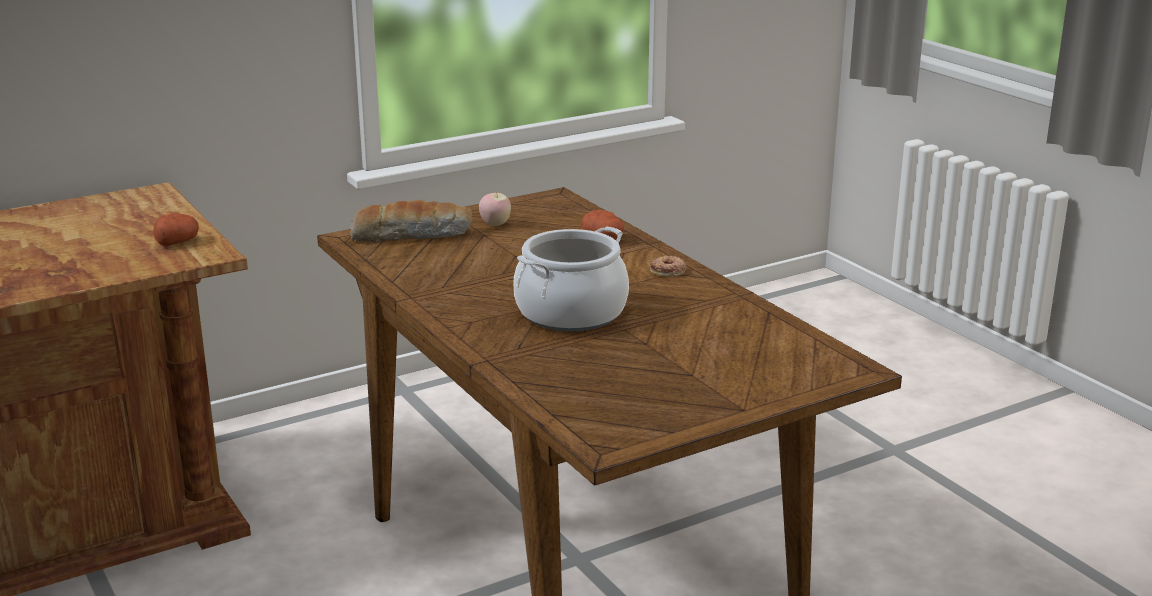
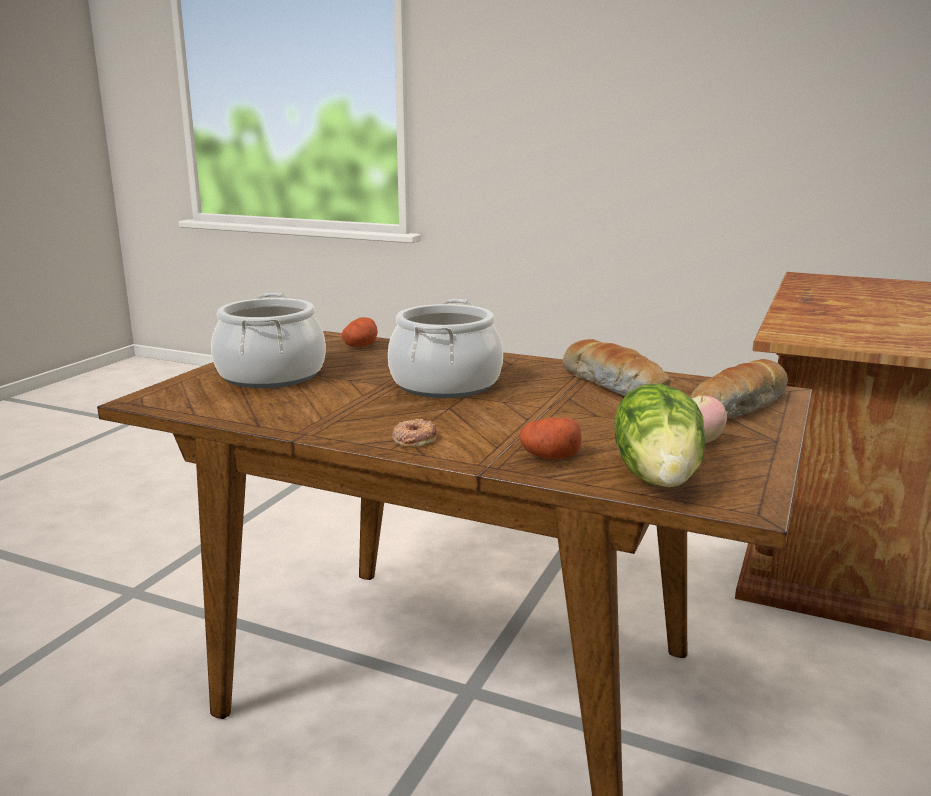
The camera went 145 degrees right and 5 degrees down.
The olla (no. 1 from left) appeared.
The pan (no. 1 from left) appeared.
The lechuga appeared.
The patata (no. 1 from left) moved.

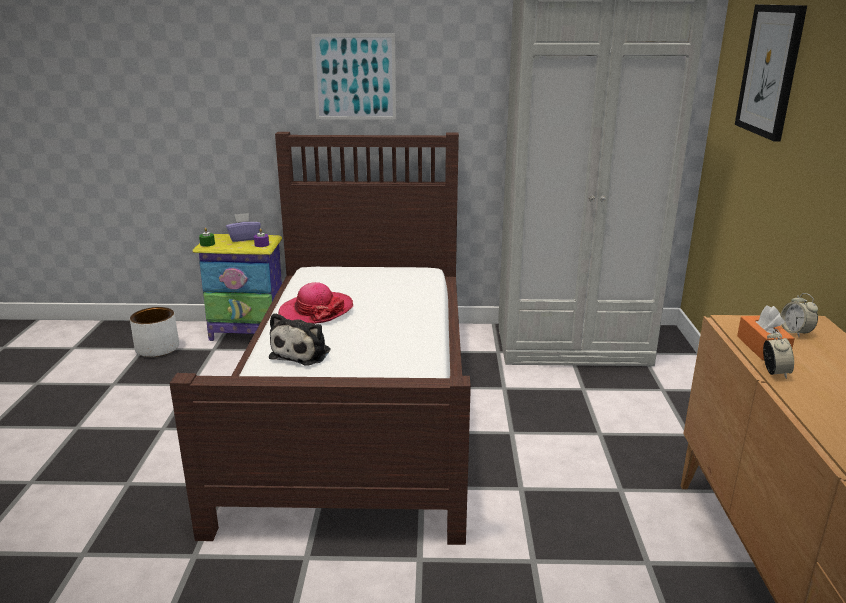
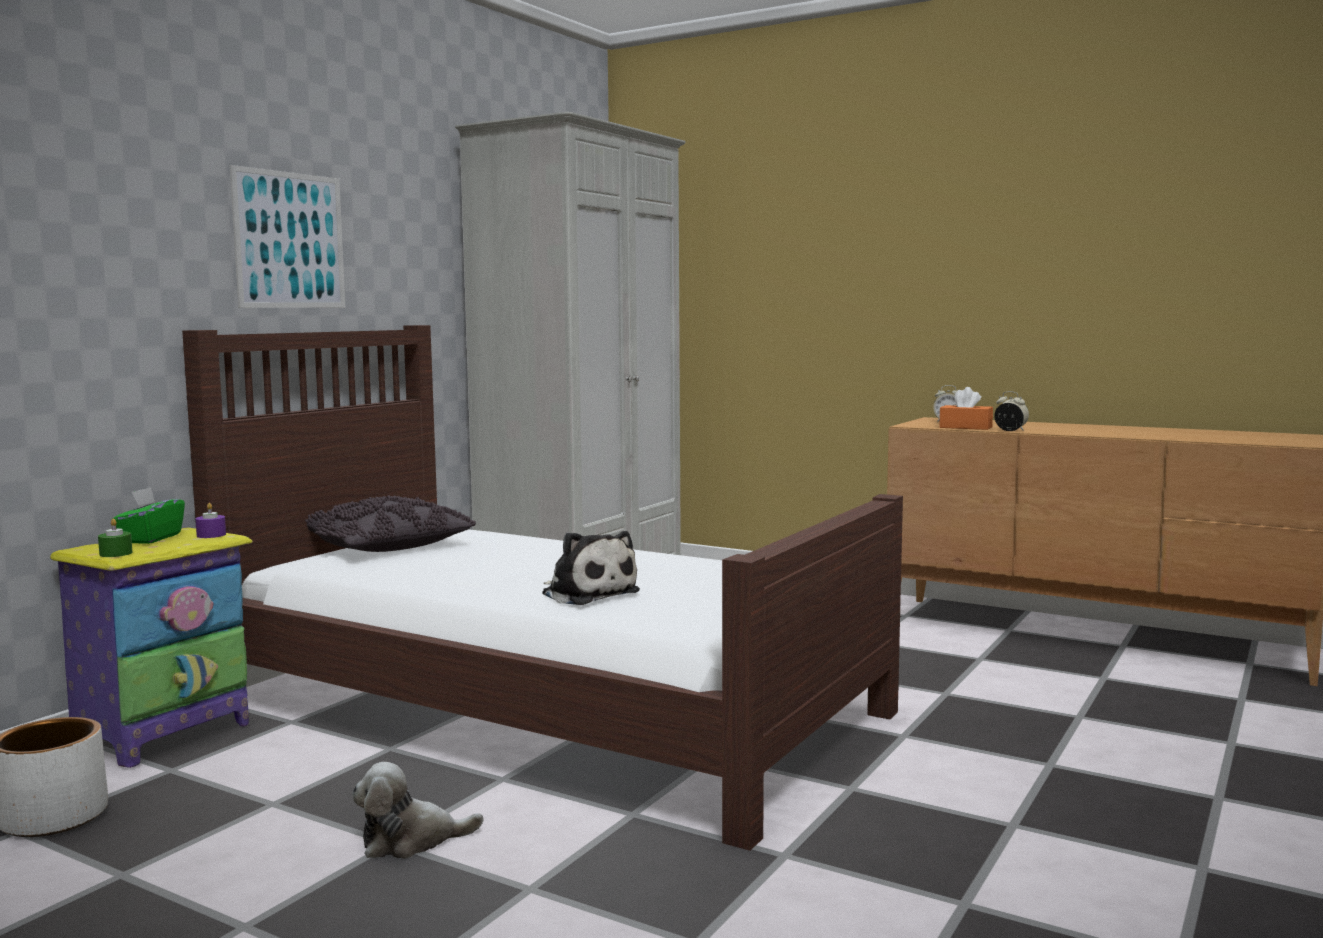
The camera went 60 degrees left and 15 degrees down.
The sombrero disappeared.
The cuadro (no. 2 from left) disappeared.
The cojín/negro appeared.
The peluche (no. 1 from left) appeared.
The caja de pañuelos/morado became the caja de pañuelos/verde.

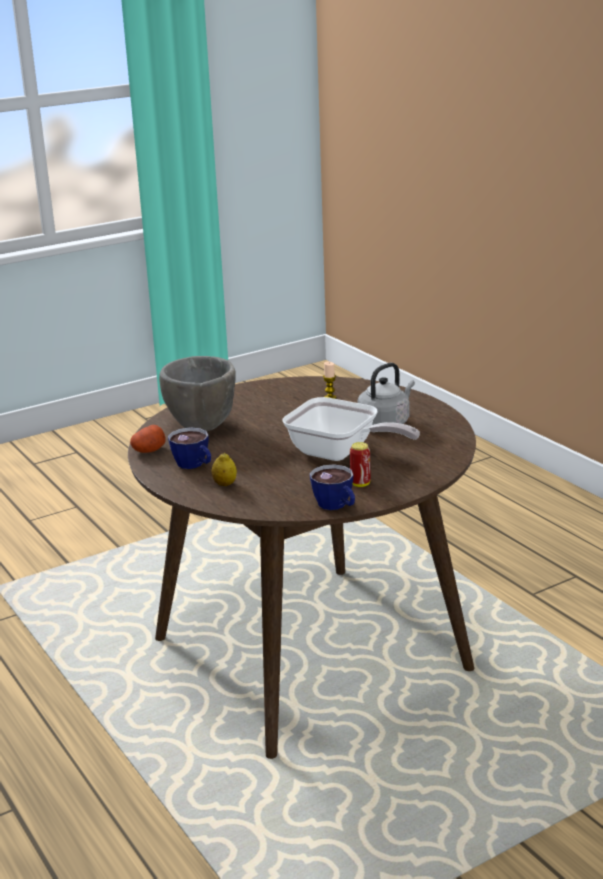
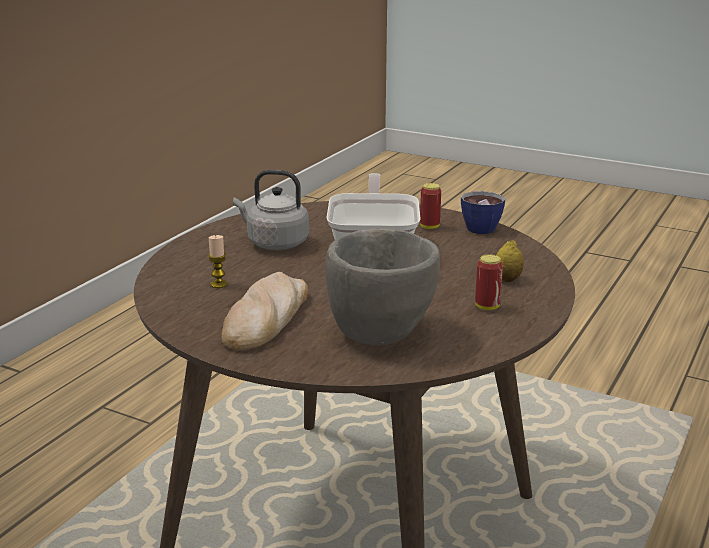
The camera went 120 degrees left and 0 degrees up.
The patata disappeared.
The pan appeared.
The taza (no. 1 from left) was replaced by the lata (no. 2 from left).

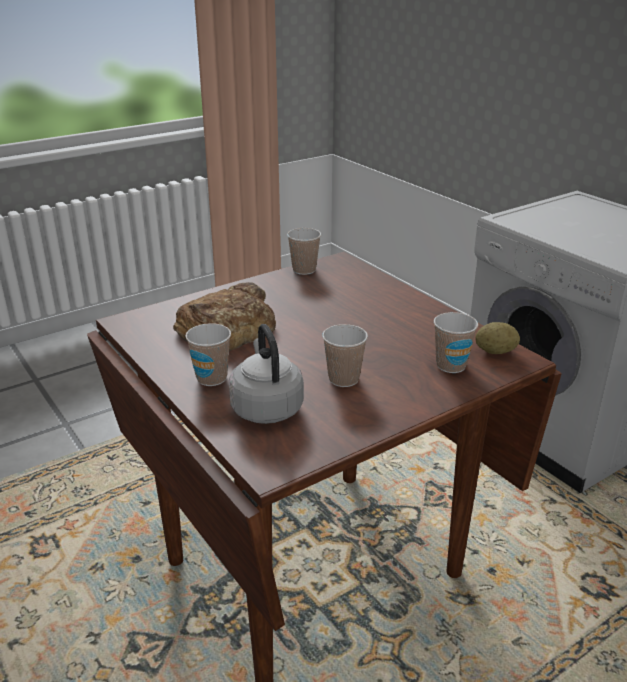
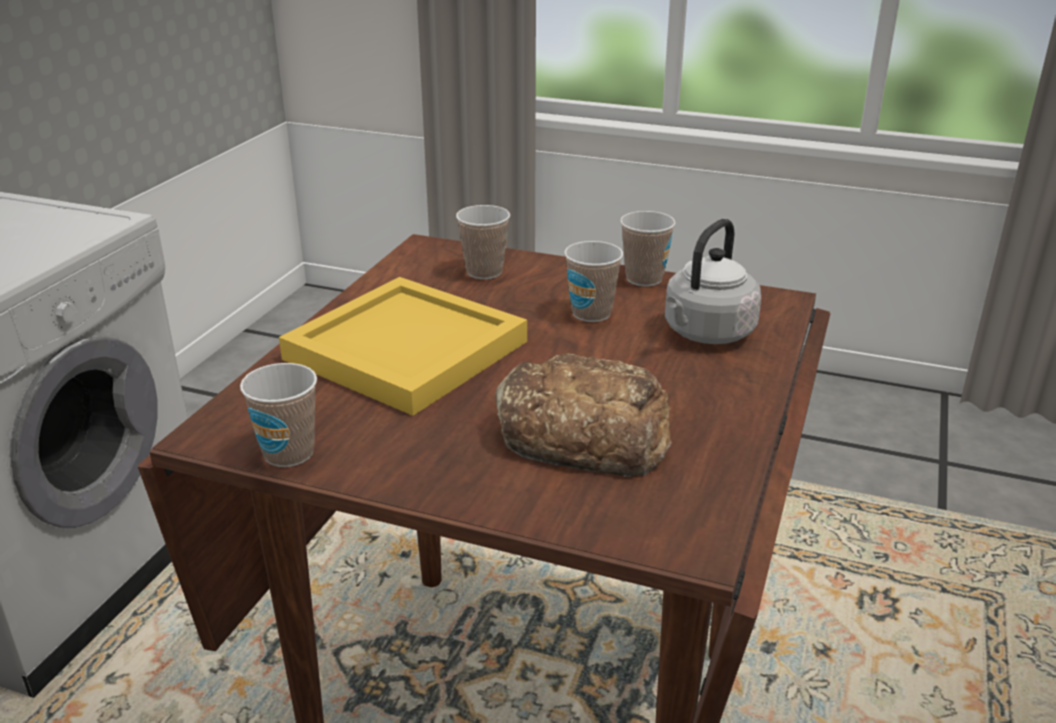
The camera went 125 degrees left and 0 degrees up.
The patata disappeared.
The bandeja/amarillo appeared.
The taza (no. 1 from left in the first image) moved.

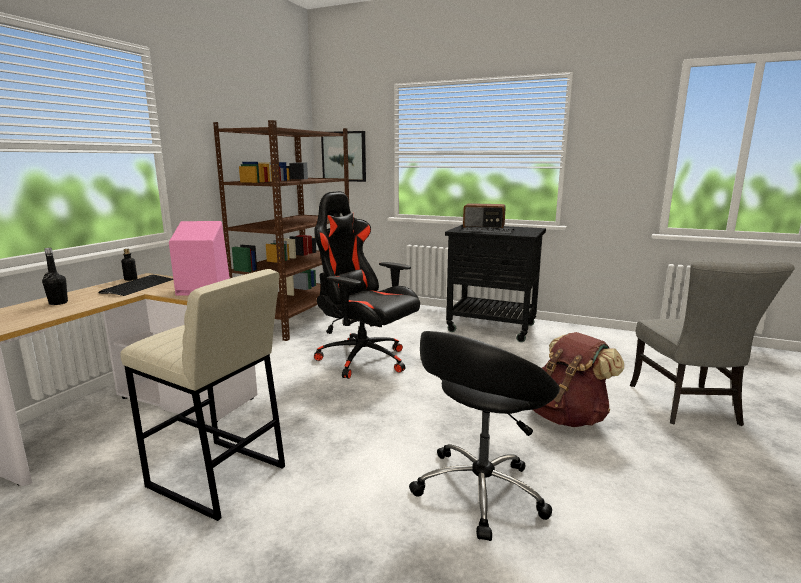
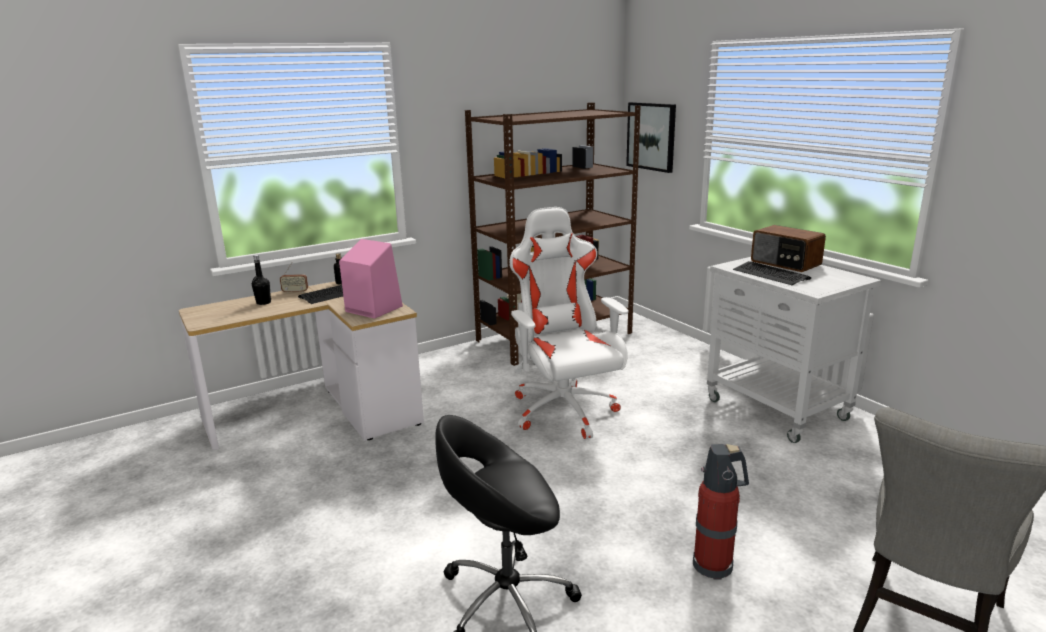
The camera went 35 degrees right and 5 degrees up.
The taburete/beis disappeared.
The radio (no. 1 from left) appeared.
The mochila/marrón was replaced by the extintor.
The silla de oficina/negro (no. 1 from left) became the silla de oficina/blanco.
The carrito/negro became the carrito/blanco.

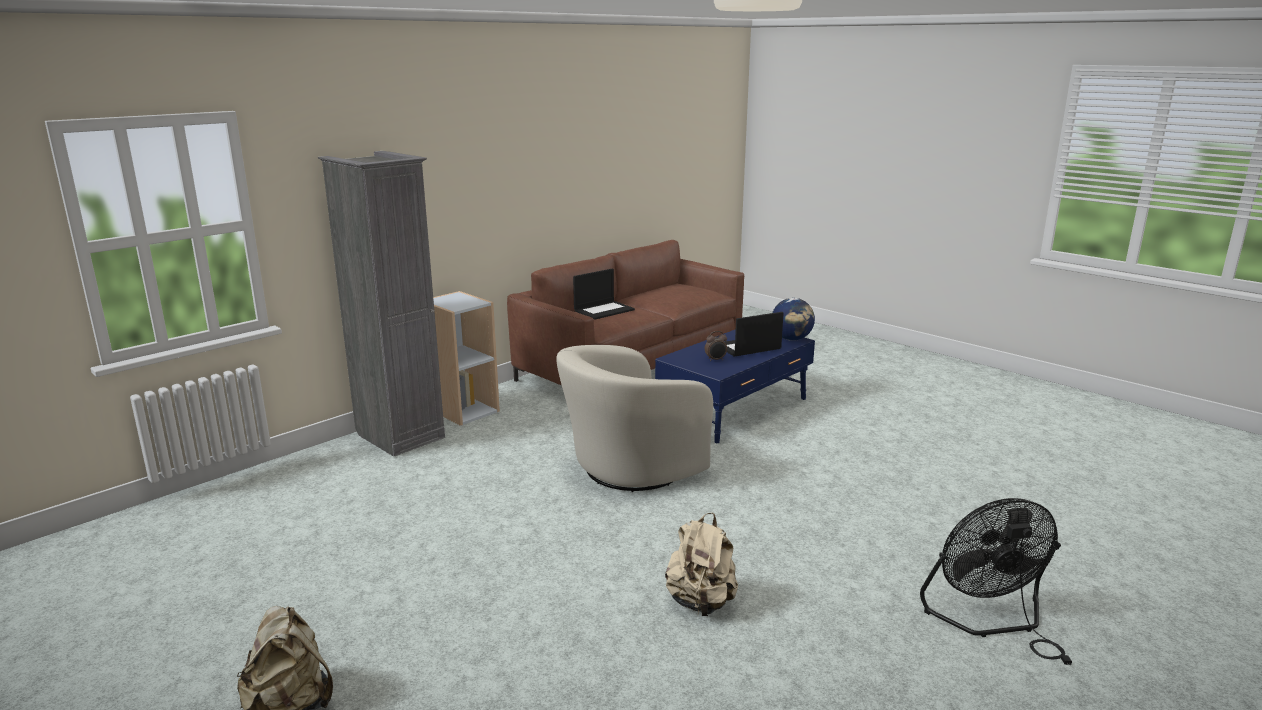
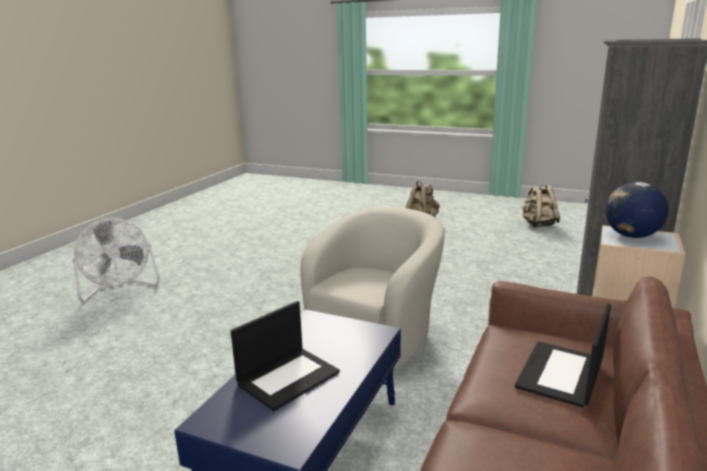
The camera went 160 degrees right and 0 degrees up.
The despertador disappeared.
The mochila/beis (no. 2 from left) moved.
The globo terráqueo moved.
The ventilador/negro became the ventilador/blanco.

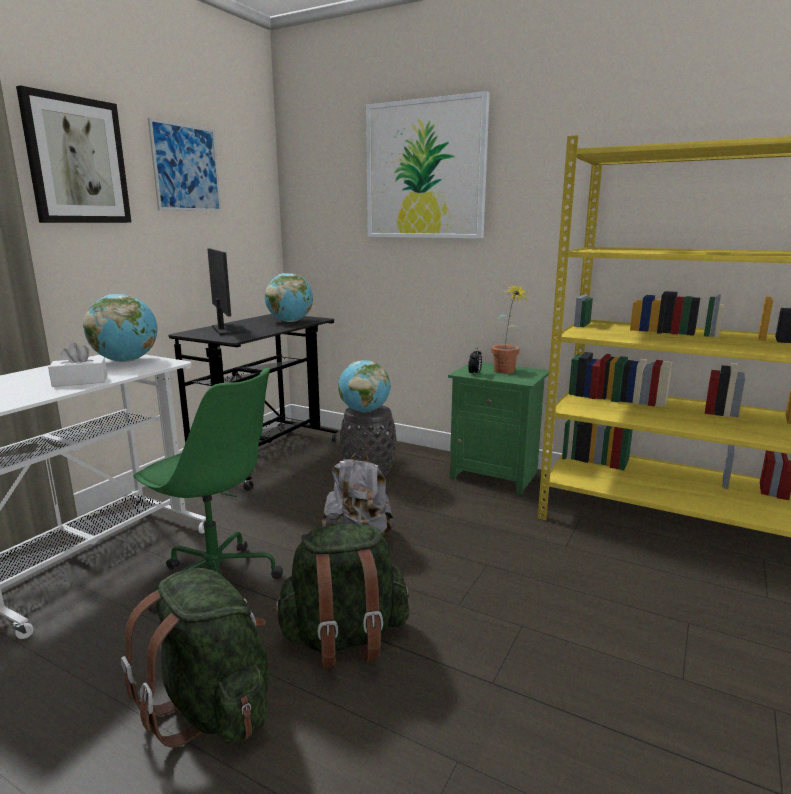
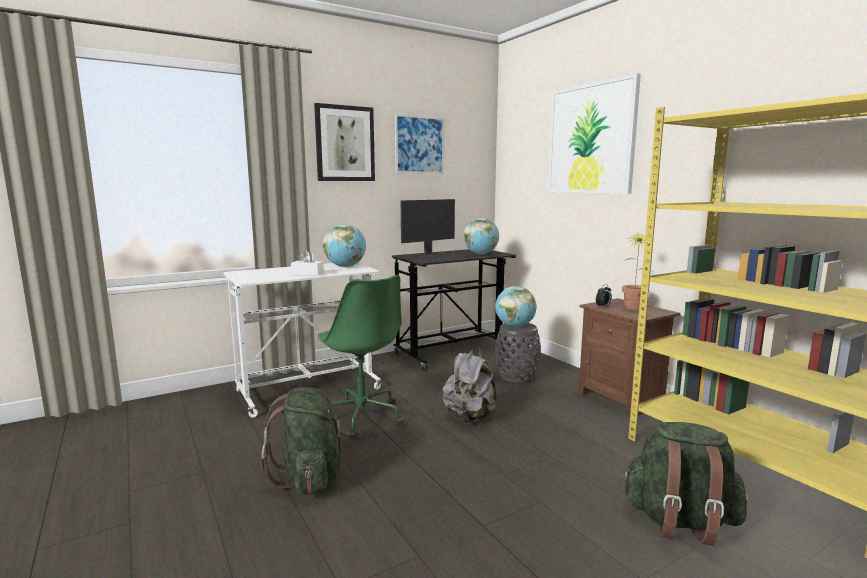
The camera went 30 degrees right and 5 degrees down.
The mochila/verde (no. 2 from left) moved.
The mesita de noche/verde became the mesita de noche/marrón.
The monitor turned 45 degrees clockwise.

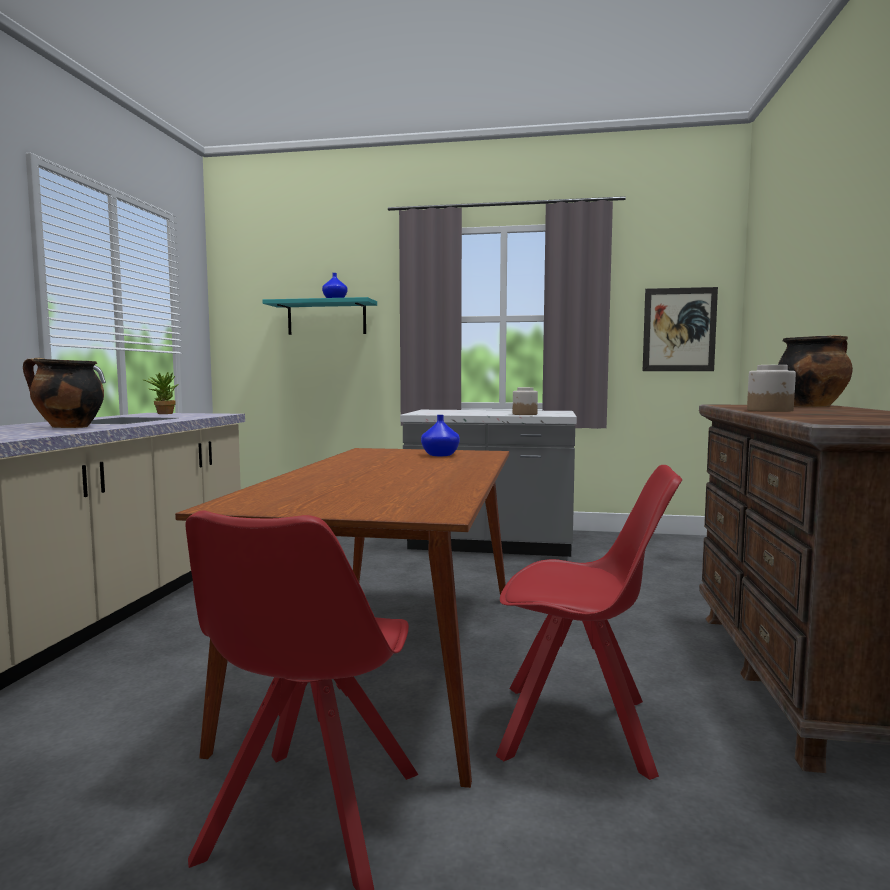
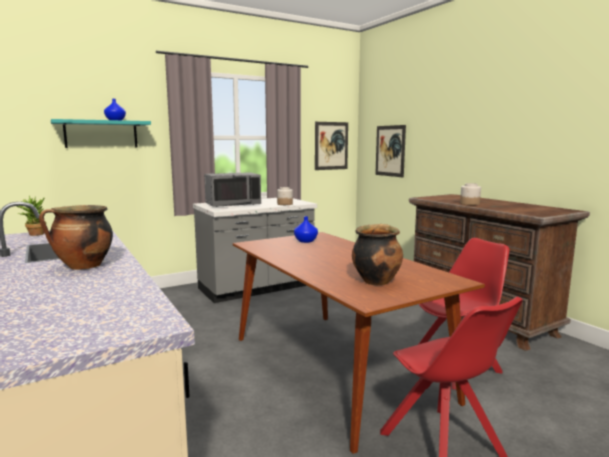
The camera went 40 degrees left and 5 degrees up.
The microondas/gris appeared.
The cuadro (no. 2 from left) appeared.
The olla (no. 2 from left) moved.

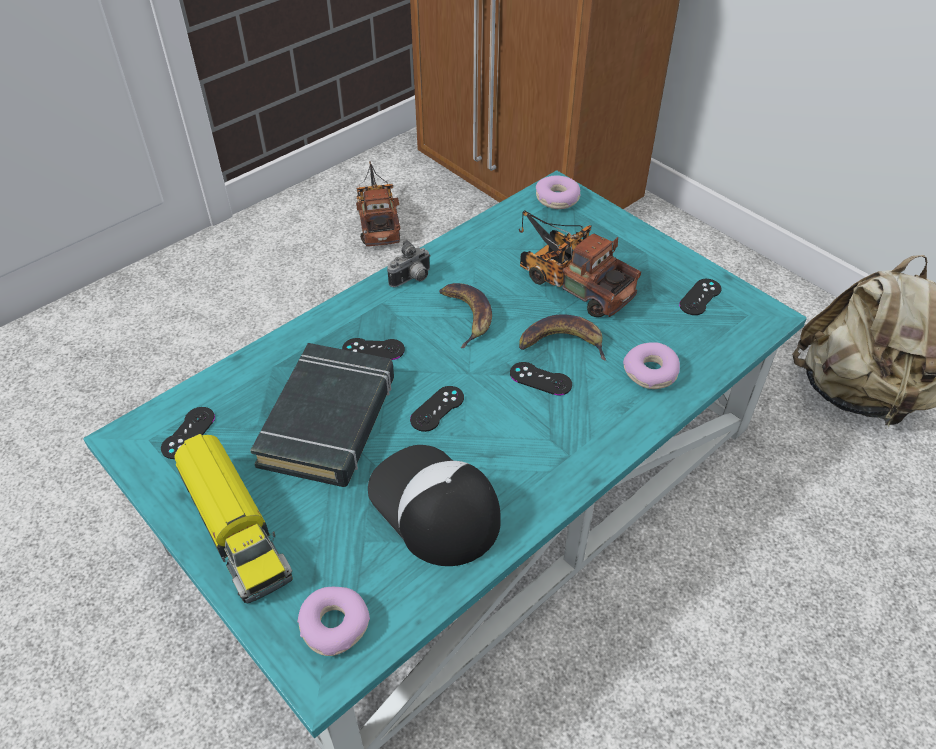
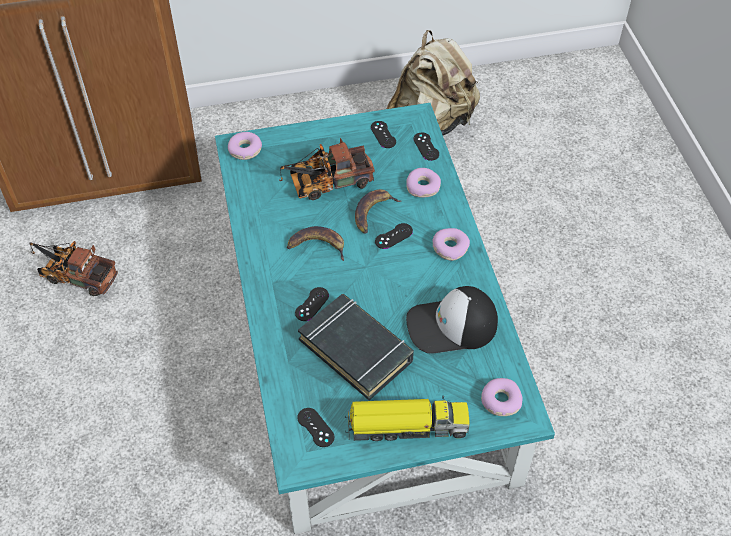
The camera went 60 degrees left and 5 degrees up.
The cámara disappeared.
The rosquilla (no. 3 from left) appeared.
The mando de consola/negro (no. 3 from left in the first image) moved.

